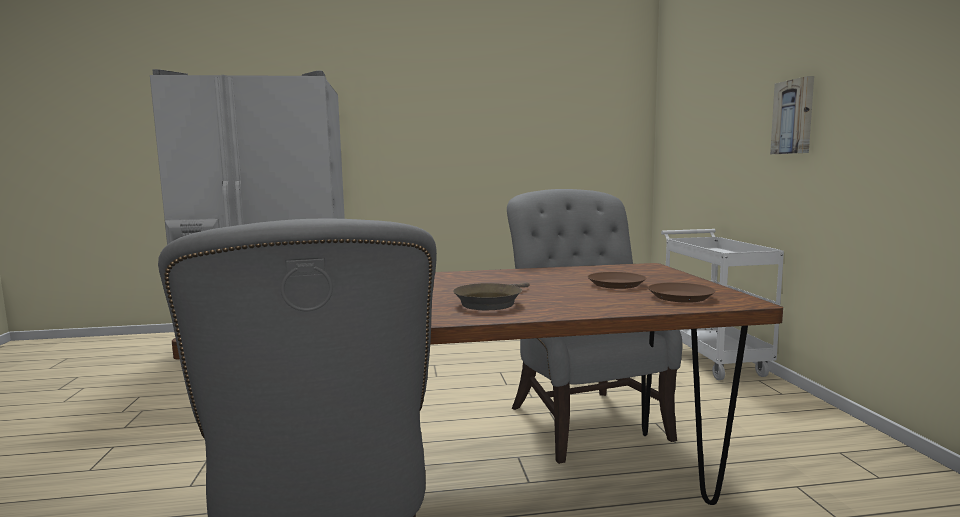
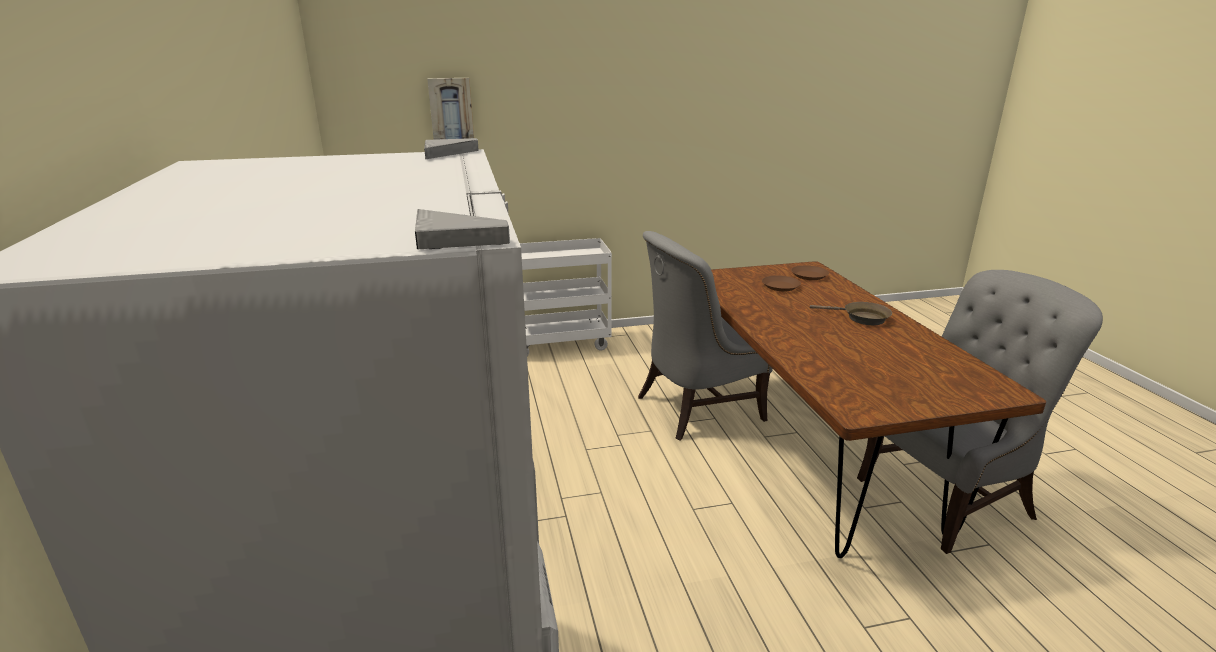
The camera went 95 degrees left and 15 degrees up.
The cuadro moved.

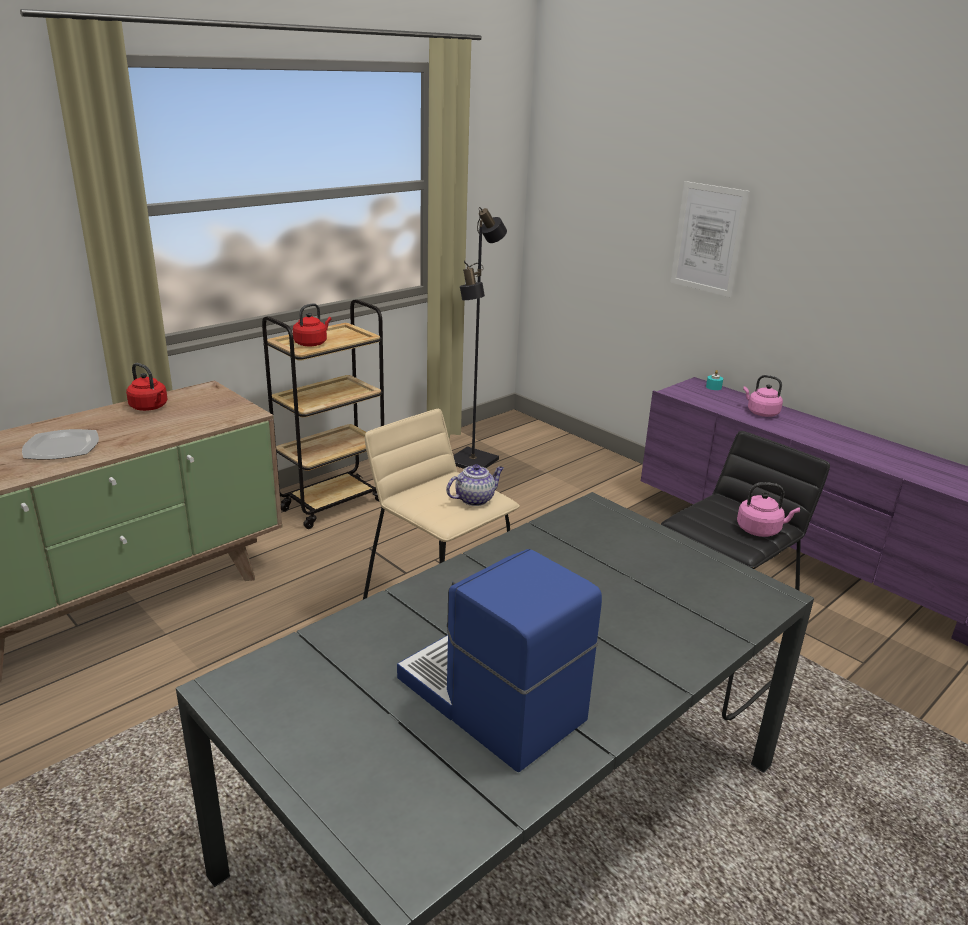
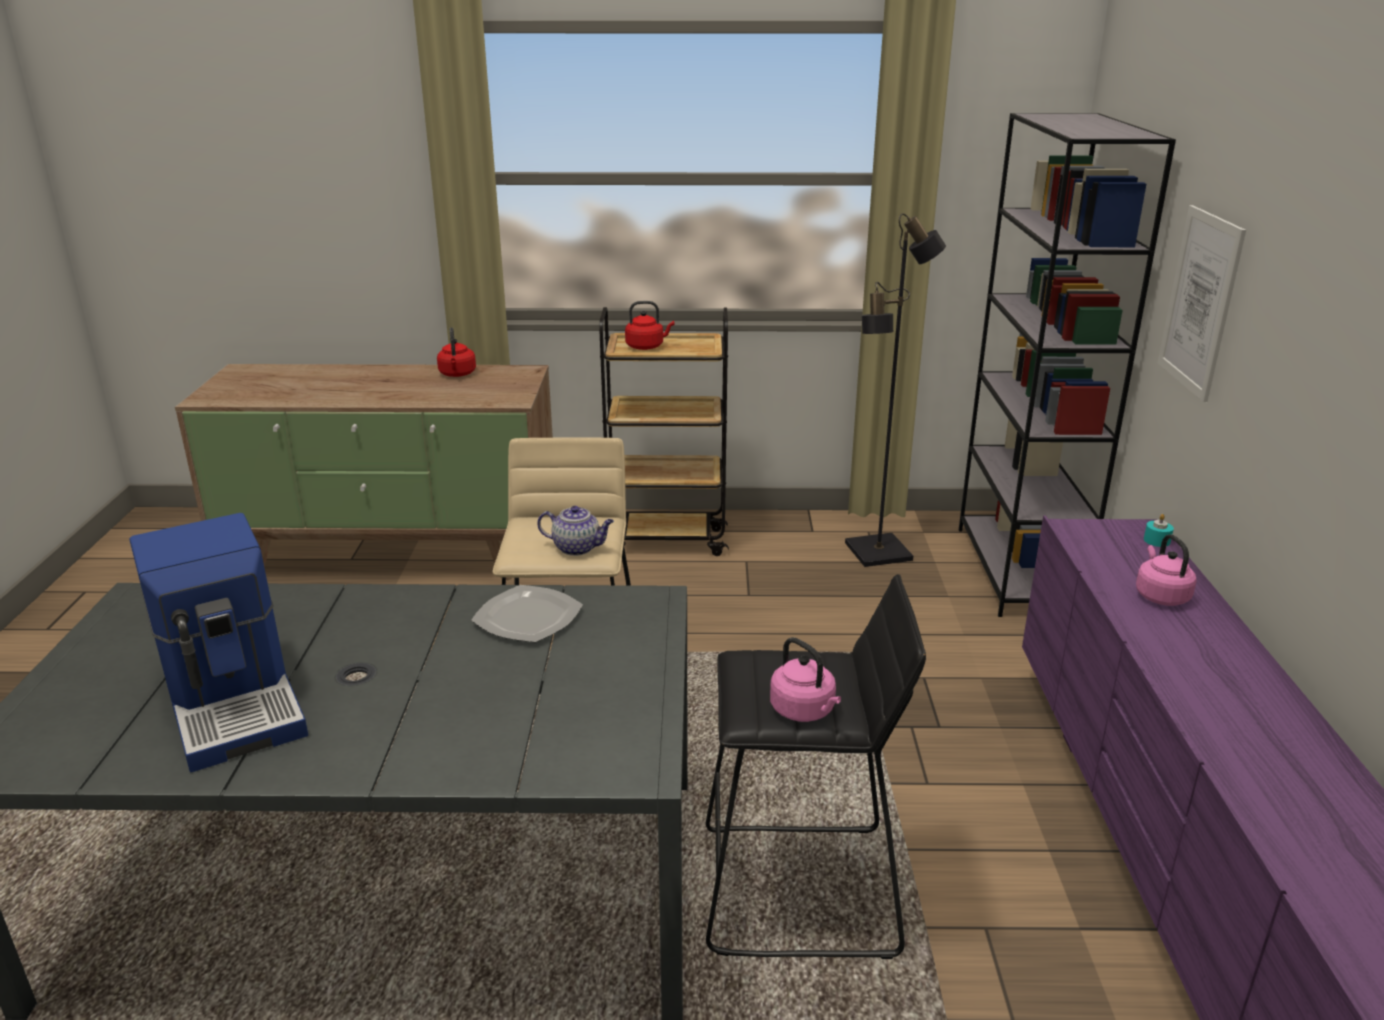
The camera went 45 degrees right and 0 degrees up.
The estantería/gris appeared.
The plato moved.
The cafetera turned 150 degrees clockwise.

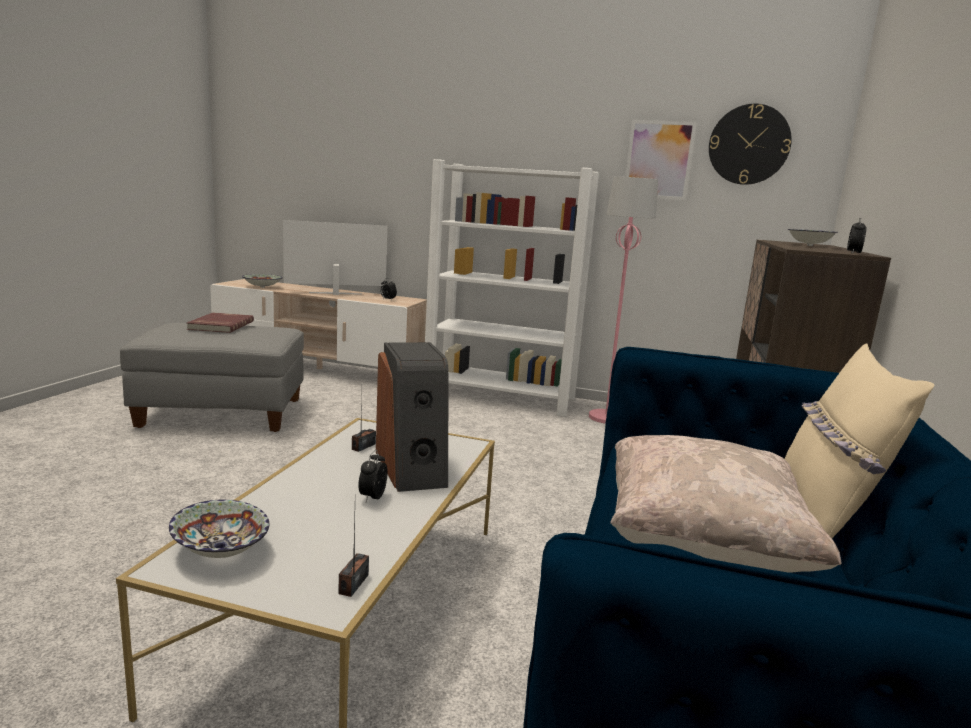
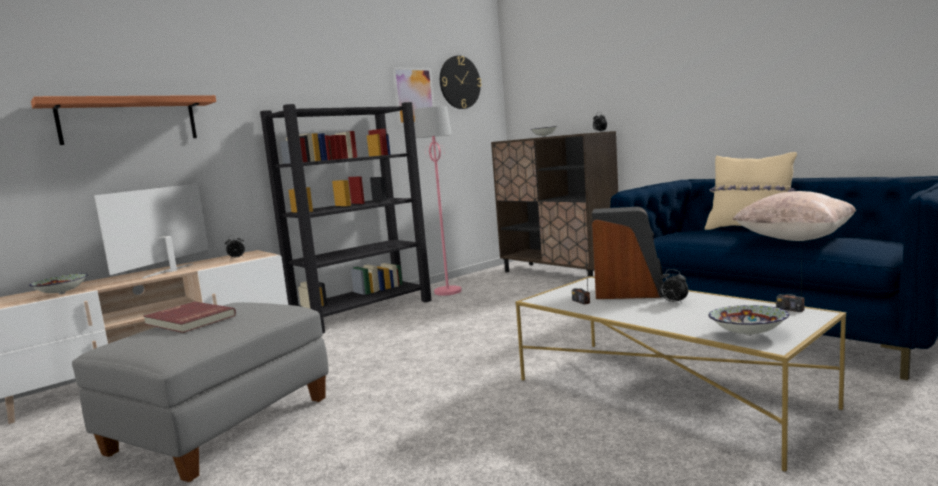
The camera went 55 degrees left and 5 degrees down.
The estante appeared.
The estantería/blanco became the estantería/negro.

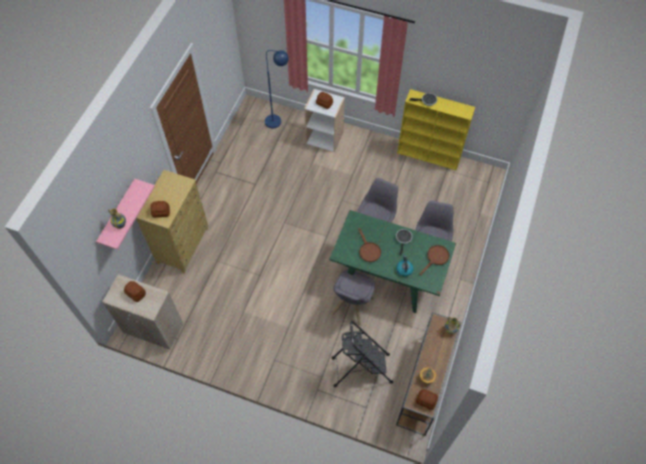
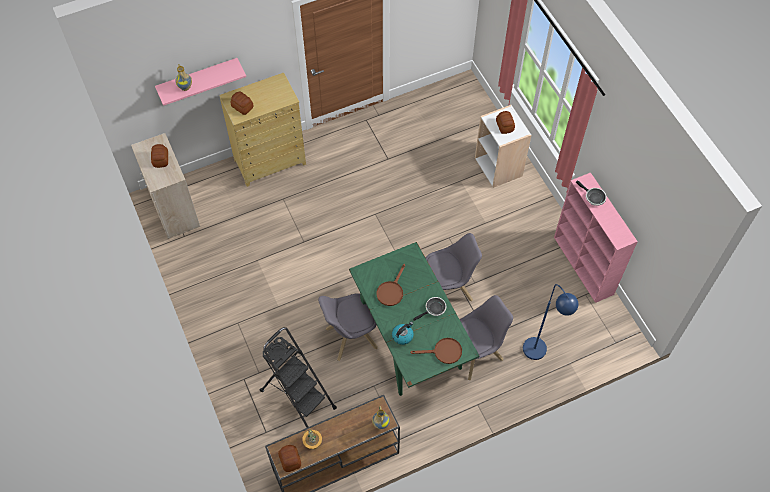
The camera went 45 degrees right and 0 degrees up.
The lámpara de pie/azul moved.
The estantería/amarillo became the estantería/rosa.

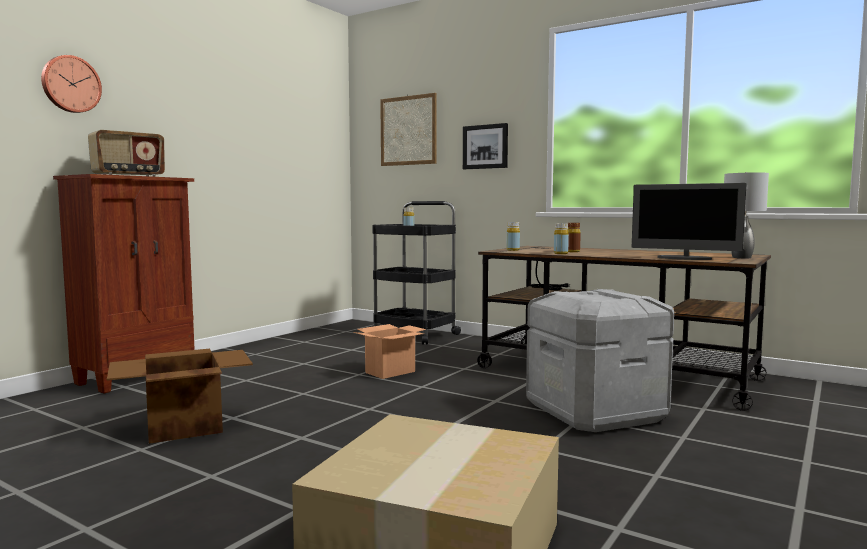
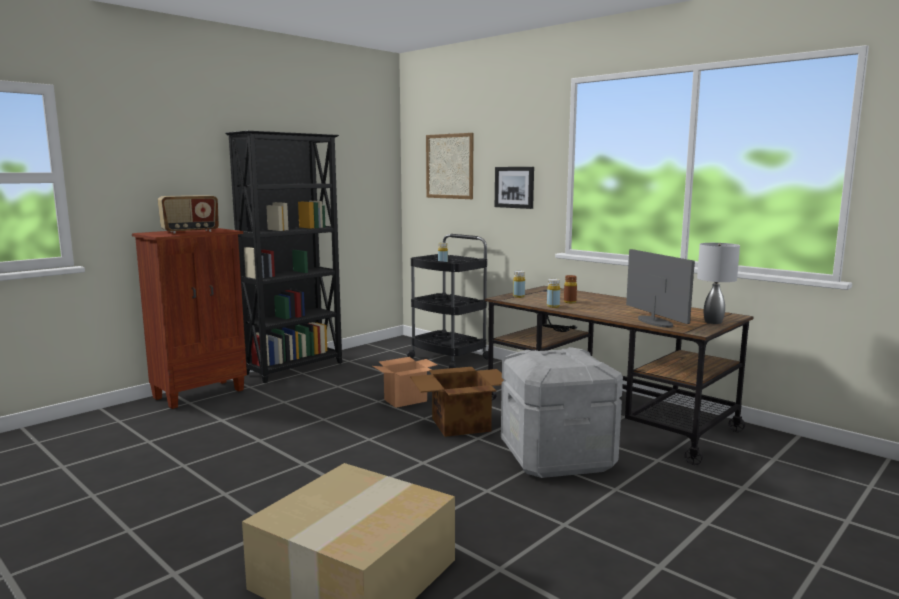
The camera went 10 degrees right and 5 degrees up.
The reloj de pared disappeared.
The estantería/negro appeared.
The caja de cartón (no. 1 from left in the first image) moved.
The monitor turned 150 degrees counterclockwise.

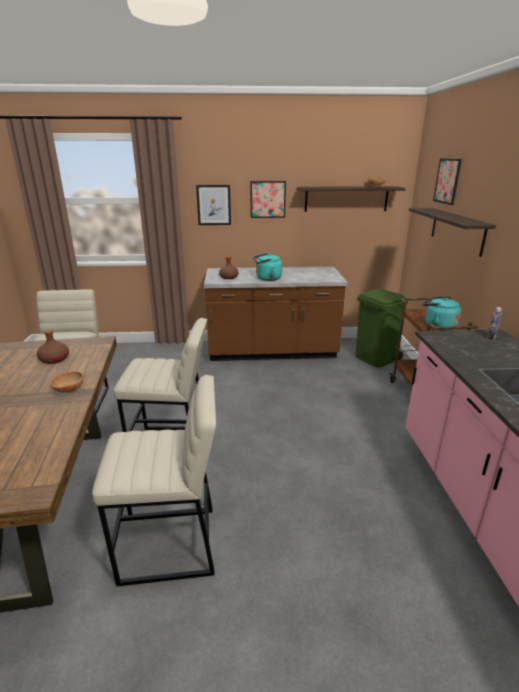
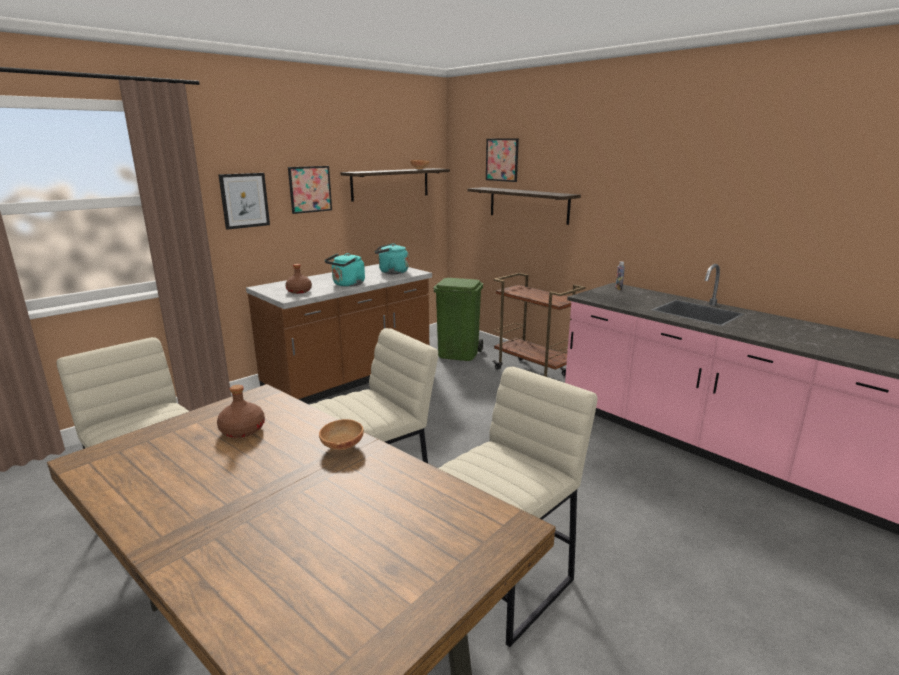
The camera went 40 degrees left and 5 degrees down.
The hervidor/turquesa (no. 2 from left) moved.

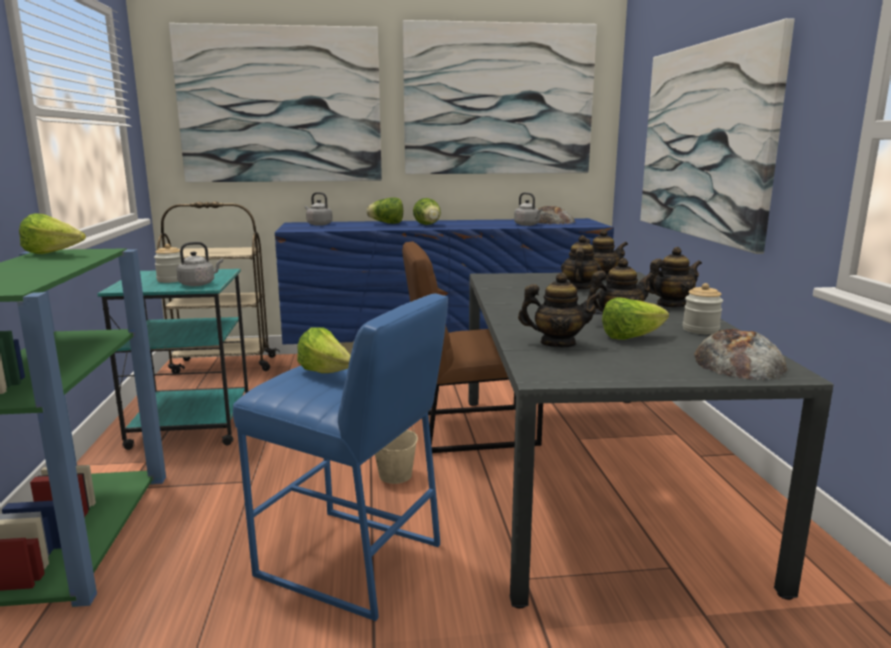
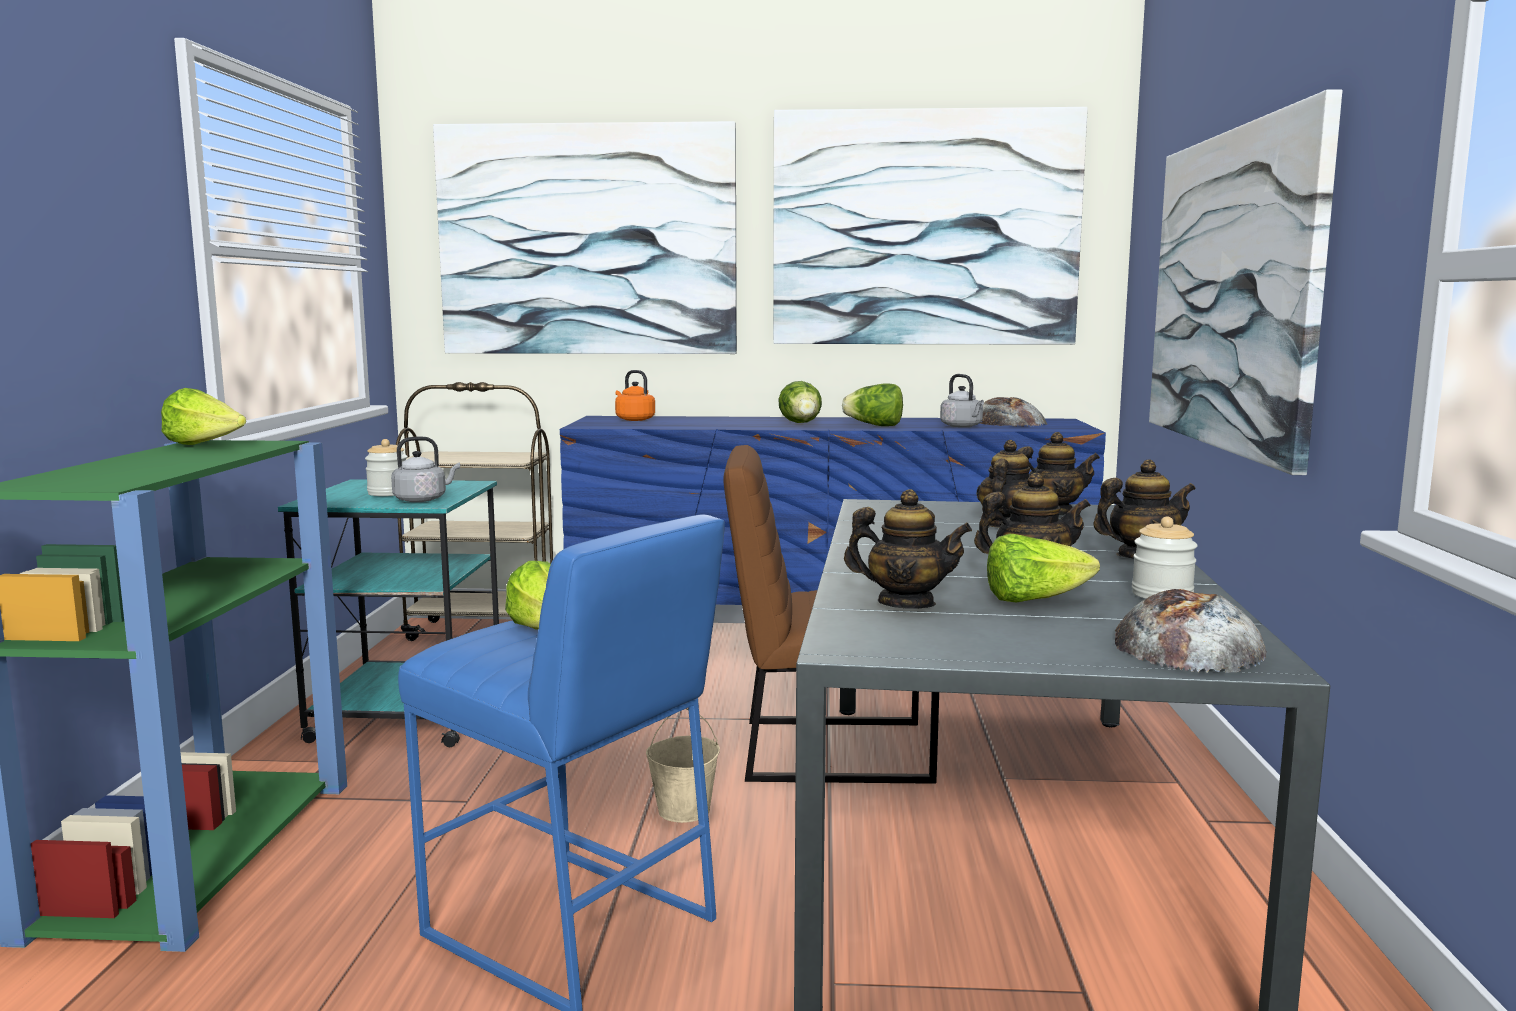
The camera went 10 degrees right and 5 degrees down.
The lechuga (no. 3 from left in the first image) moved.
The hervidor/gris (no. 2 from left) became the hervidor/naranja.

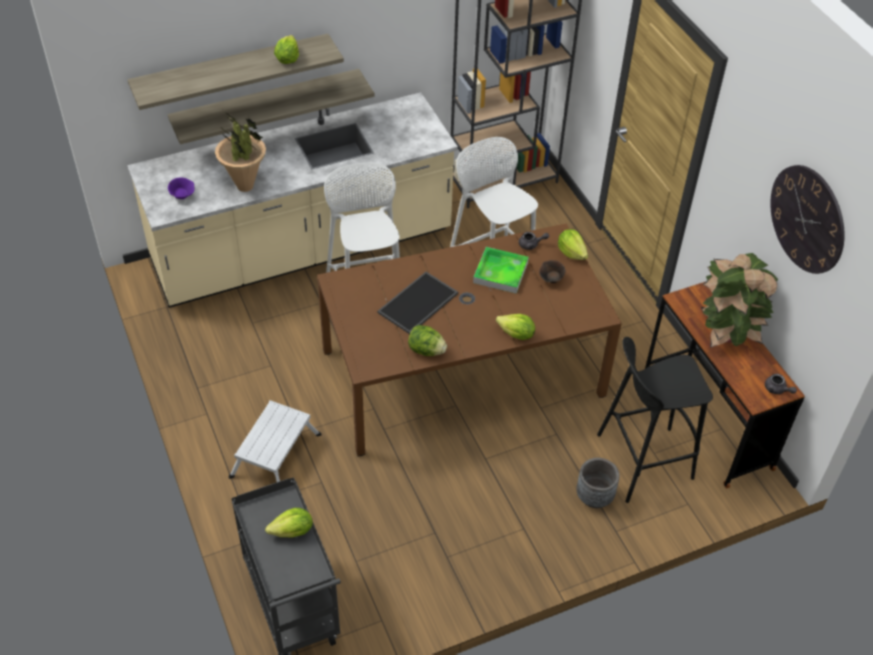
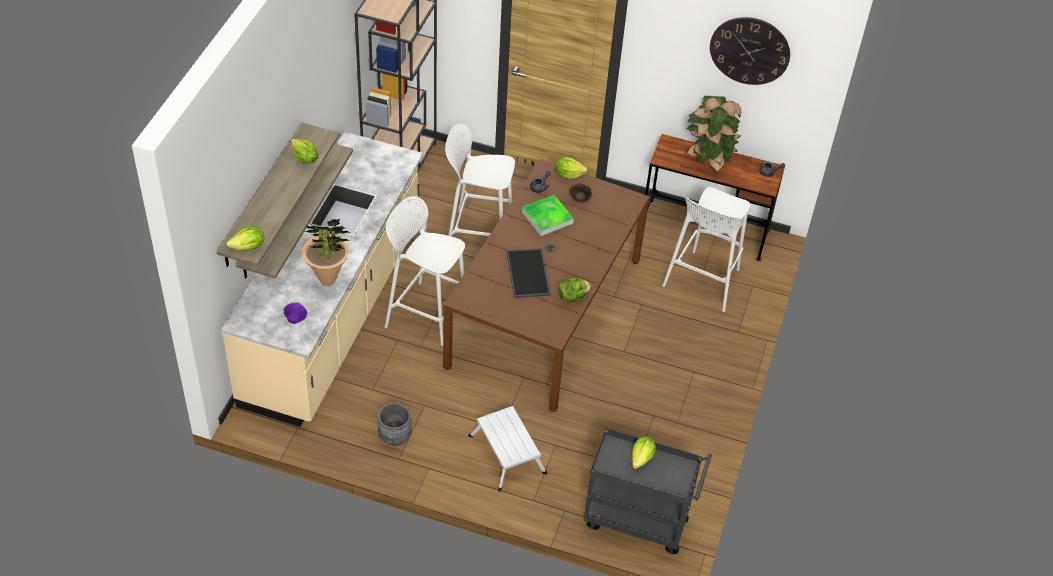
The camera went 50 degrees left and 0 degrees up.
The lechuga (no. 4 from left in the first image) moved.
The maceta/gris moved.
The taburete/negro became the taburete/blanco (no. 3 from left).

